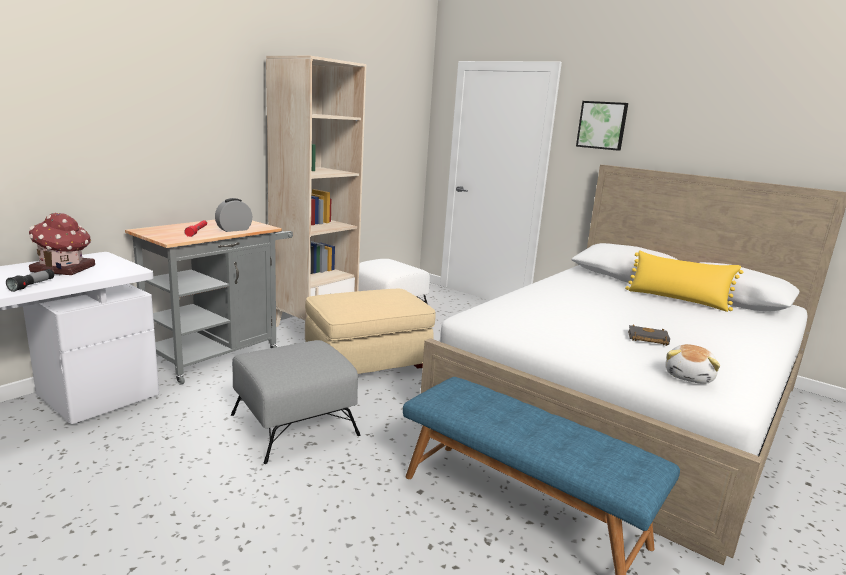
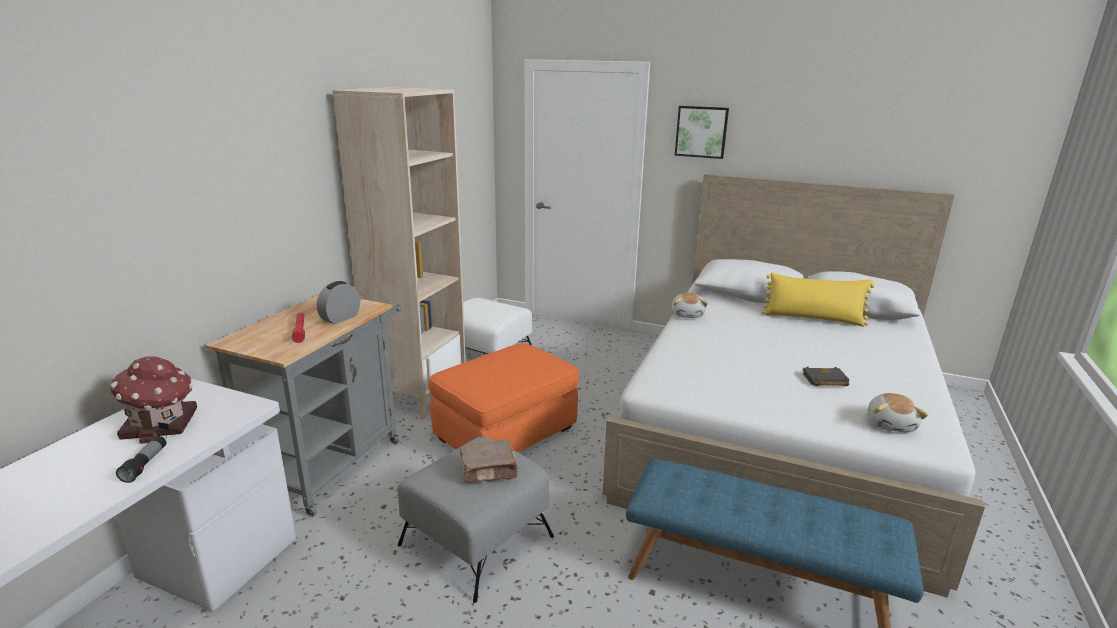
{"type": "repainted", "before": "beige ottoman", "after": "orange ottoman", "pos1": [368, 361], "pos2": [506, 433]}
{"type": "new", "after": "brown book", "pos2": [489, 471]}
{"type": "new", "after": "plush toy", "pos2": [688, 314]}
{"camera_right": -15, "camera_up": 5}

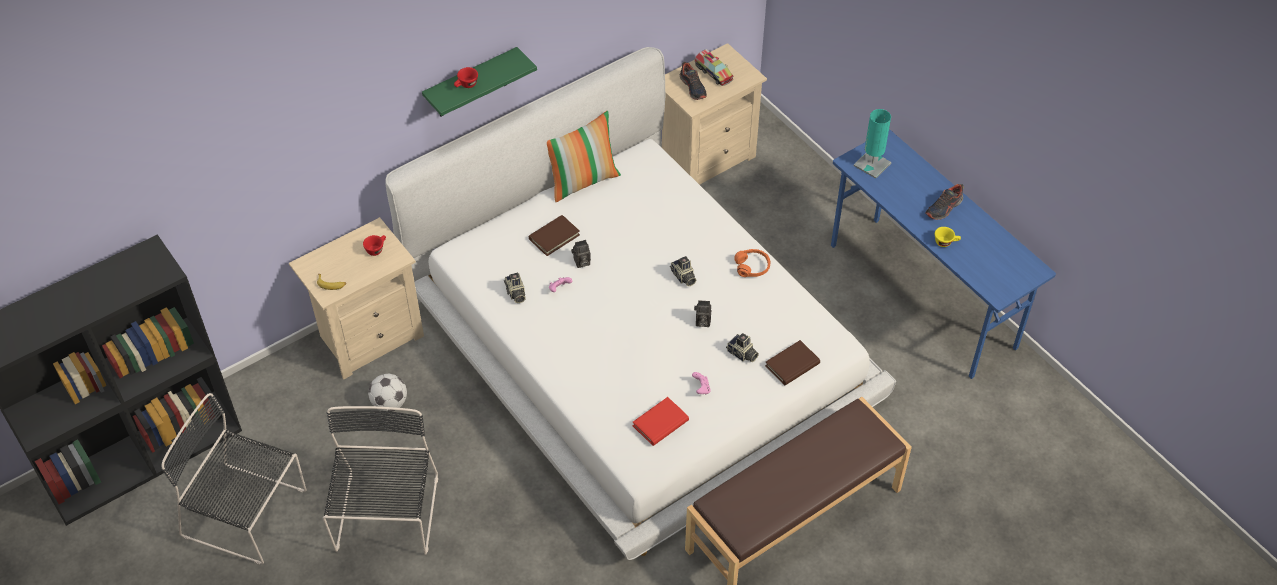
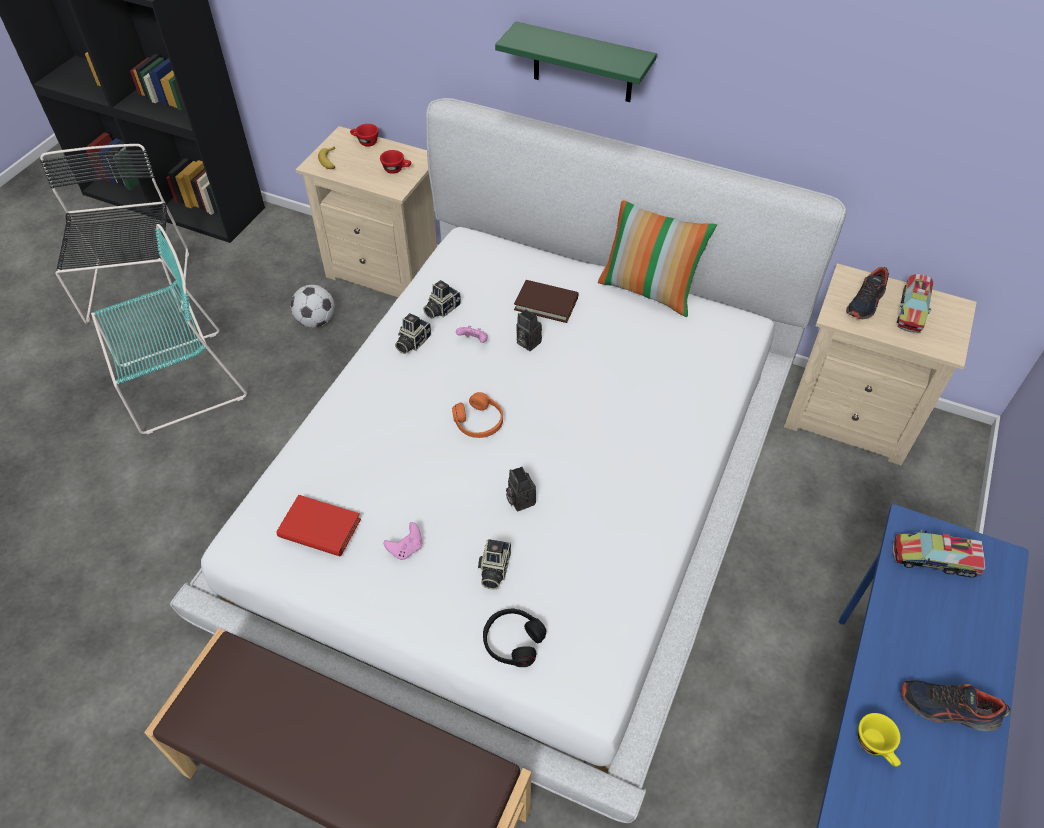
{"type": "repainted", "before": "black chair", "after": "turquoise chair", "pos1": [387, 517], "pos2": [177, 383]}
{"type": "shifted", "before": "red cup", "pos1": [466, 85], "pos2": [365, 142]}
{"type": "shifted", "before": "photo camera", "pos1": [683, 277], "pos2": [412, 342]}
{"type": "shifted", "before": "orange headphones", "pos1": [752, 267], "pos2": [479, 422]}
{"type": "swapped", "before": "brown book", "after": "black headphones", "pos1": [792, 365], "pos2": [513, 641]}
{"type": "swapped", "before": "turquoise table lamp", "after": "toy truck", "pos1": [872, 164], "pos2": [934, 559]}
{"camera_right": 60, "camera_up": 0}

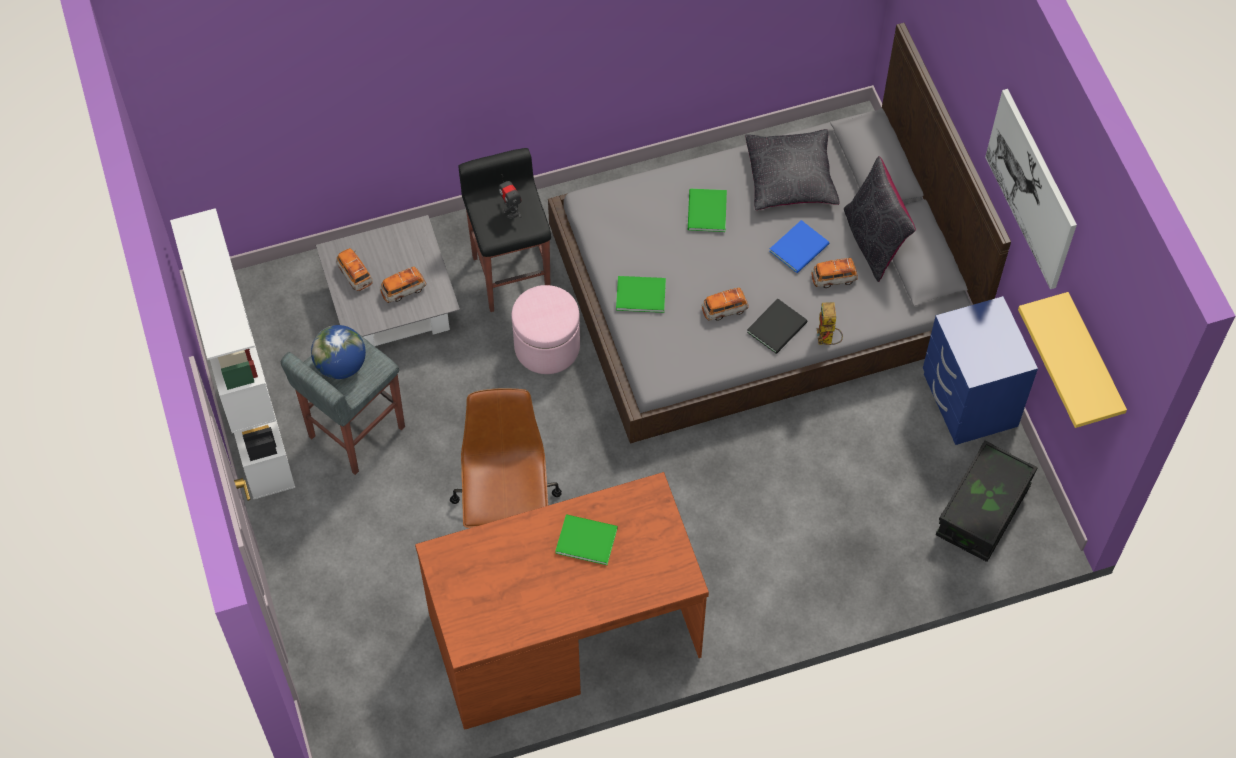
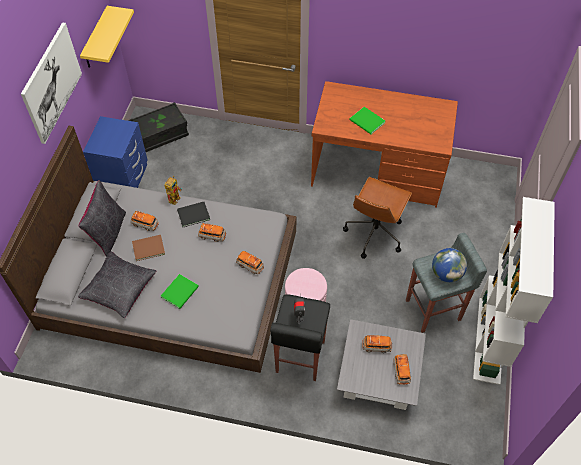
{"type": "repainted", "before": "blue book", "after": "brown book", "pos1": [801, 247], "pos2": [147, 248]}
{"type": "swapped", "before": "green book", "after": "toy car", "pos1": [639, 294], "pos2": [250, 266]}
{"camera_right": -150, "camera_up": -5}

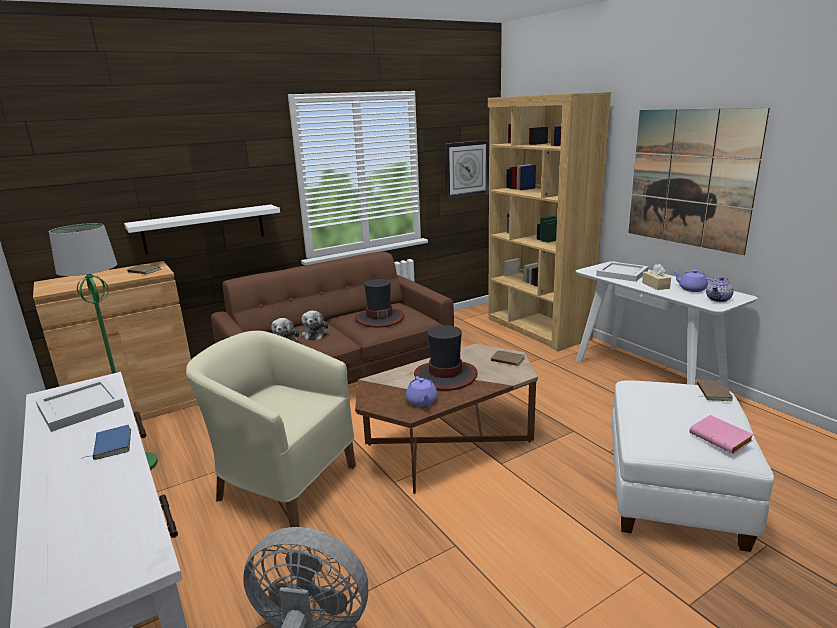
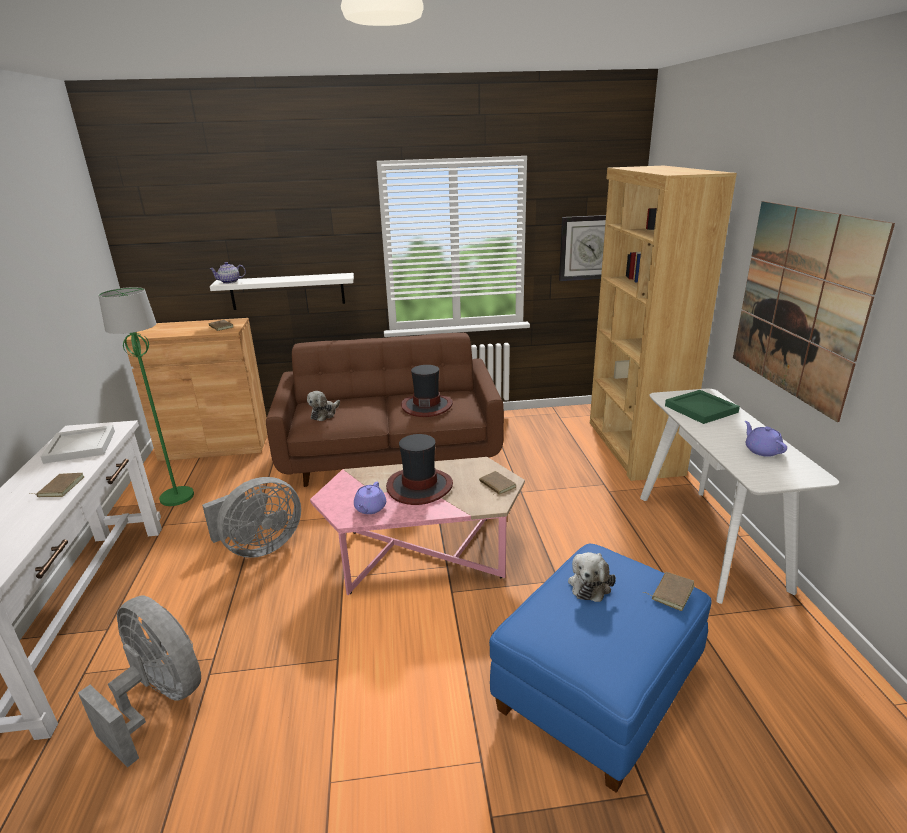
{"type": "repainted", "before": "blue book", "after": "brown book", "pos1": [111, 445], "pos2": [60, 487]}
{"type": "swapped", "before": "beige armchair", "after": "grey fan", "pos1": [283, 482], "pos2": [259, 547]}
{"type": "shifted", "before": "teapot", "pos1": [718, 299], "pos2": [230, 282]}
{"type": "repainted", "before": "brown coffee table", "after": "pink coffee table", "pos1": [448, 443], "pos2": [423, 553]}
{"type": "repainted", "before": "white ottoman", "after": "blue ottoman", "pos1": [674, 494], "pos2": [598, 691]}
{"type": "shifted", "before": "plush toy", "pos1": [315, 334], "pos2": [590, 584]}
{"type": "repainted", "before": "white tray", "after": "green tray", "pos1": [622, 274], "pos2": [701, 409]}
{"type": "gone", "before": "beige tissue box", "pos1": [655, 285]}
{"type": "gone", "before": "pink book", "pos1": [722, 438]}
{"camera_right": 25, "camera_up": 5}

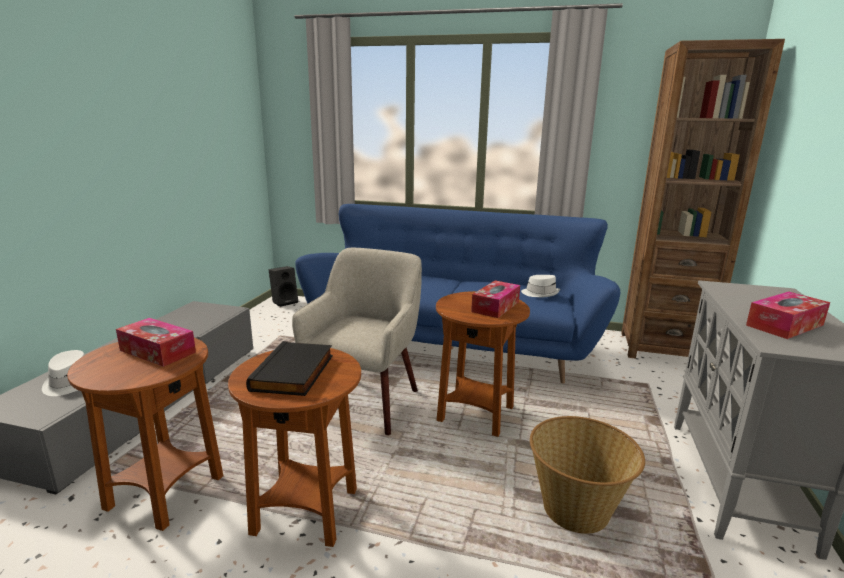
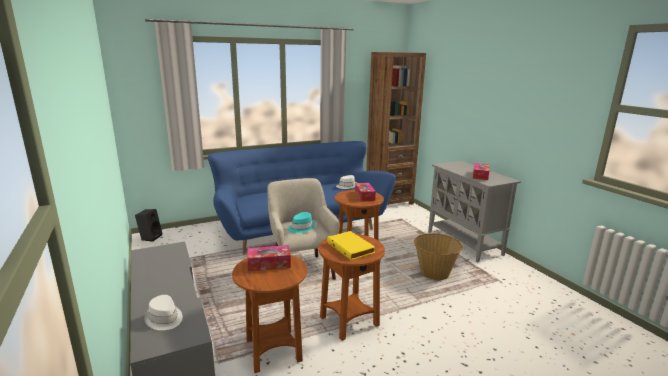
{"type": "new", "after": "turquoise hat", "pos2": [301, 227]}
{"type": "repainted", "before": "black book", "after": "yellow book", "pos1": [295, 373], "pos2": [351, 247]}
{"camera_right": -40, "camera_up": 0}

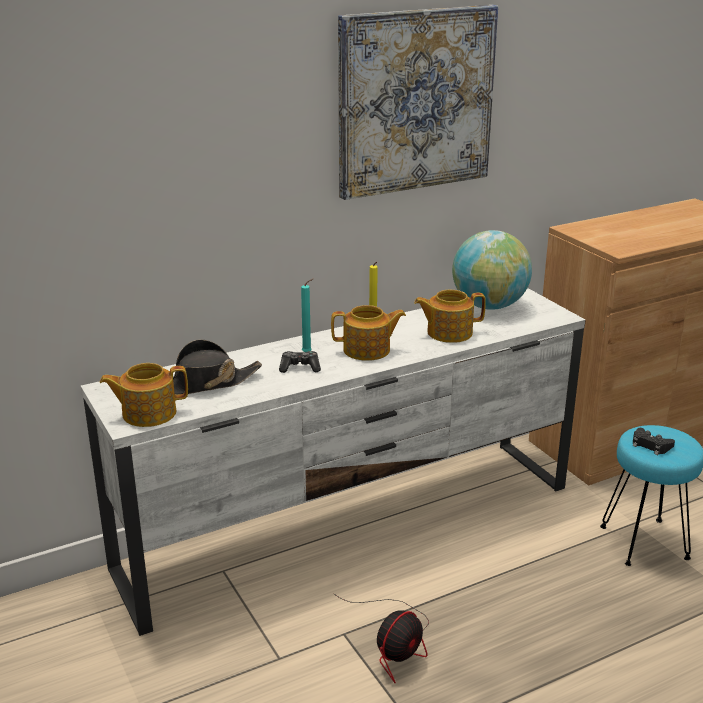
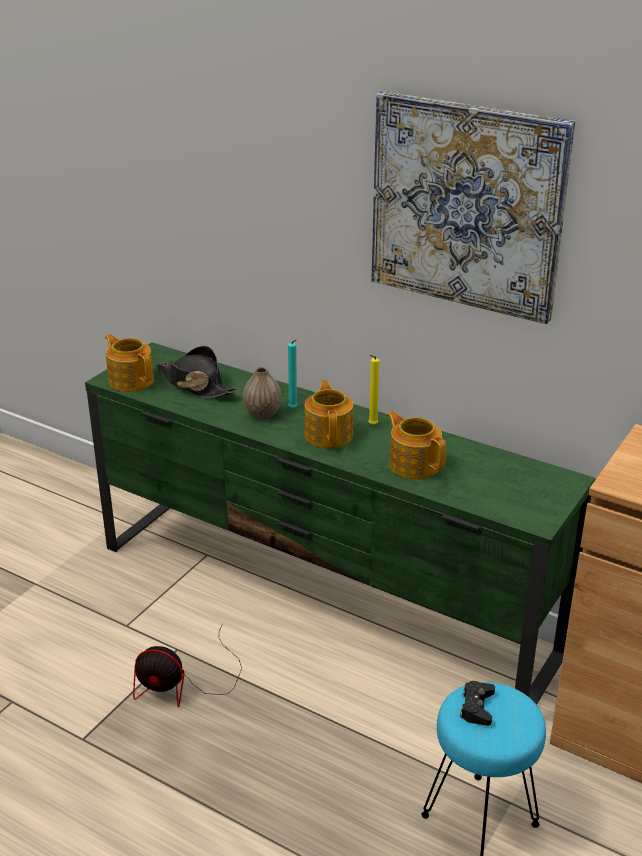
{"type": "repainted", "before": "white tv stand", "after": "green tv stand", "pos1": [353, 526], "pos2": [323, 600]}
{"type": "swapped", "before": "game controller", "after": "vase", "pos1": [300, 367], "pos2": [262, 414]}
{"type": "rotated", "before": "teapot", "pos1": [368, 350], "pos2": [329, 434], "turn": -150}
{"type": "gone", "before": "globe", "pos1": [489, 306]}
{"camera_right": 60, "camera_up": 5}

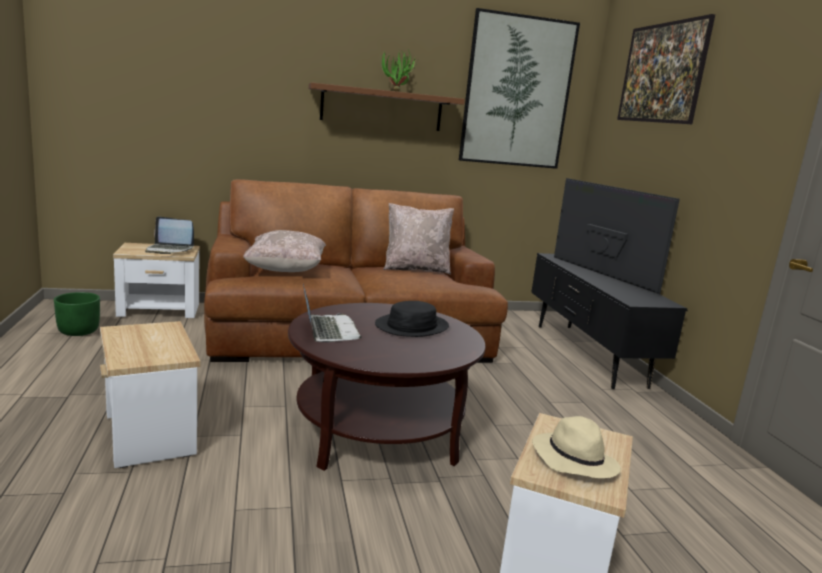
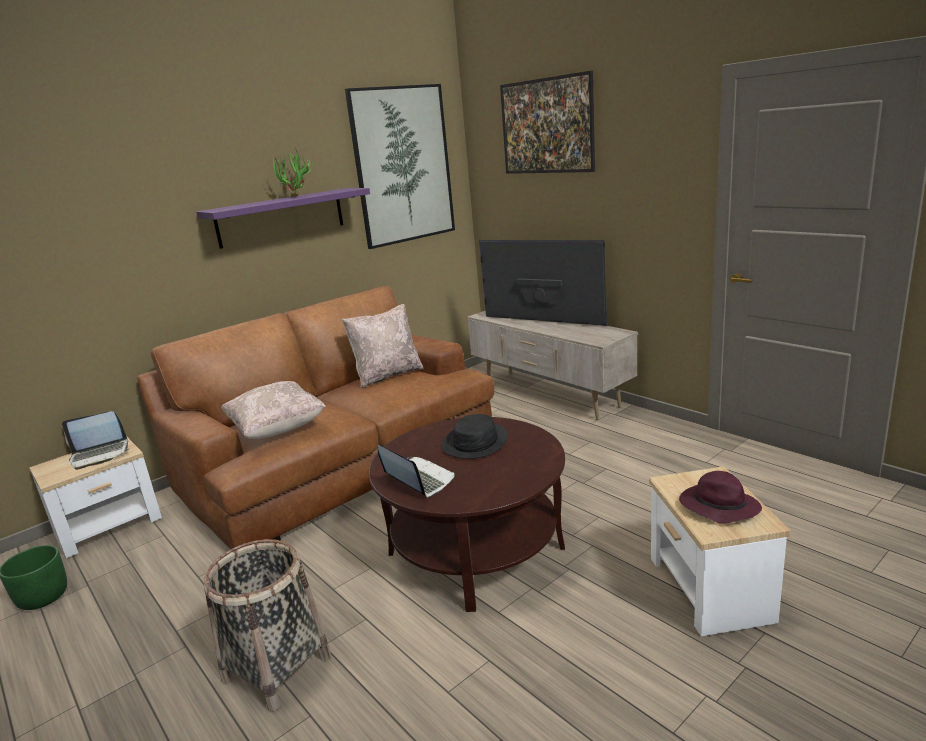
{"type": "repainted", "before": "brown shelf", "after": "purple shelf", "pos1": [382, 108], "pos2": [281, 217]}
{"type": "swapped", "before": "side table", "after": "basket", "pos1": [148, 434], "pos2": [277, 668]}
{"type": "repainted", "before": "black tv stand", "after": "beige tv stand", "pos1": [587, 354], "pos2": [549, 395]}
{"type": "repainted", "before": "beige hat", "after": "purple hat", "pos1": [573, 459], "pos2": [717, 507]}
{"camera_right": -25, "camera_up": 5}

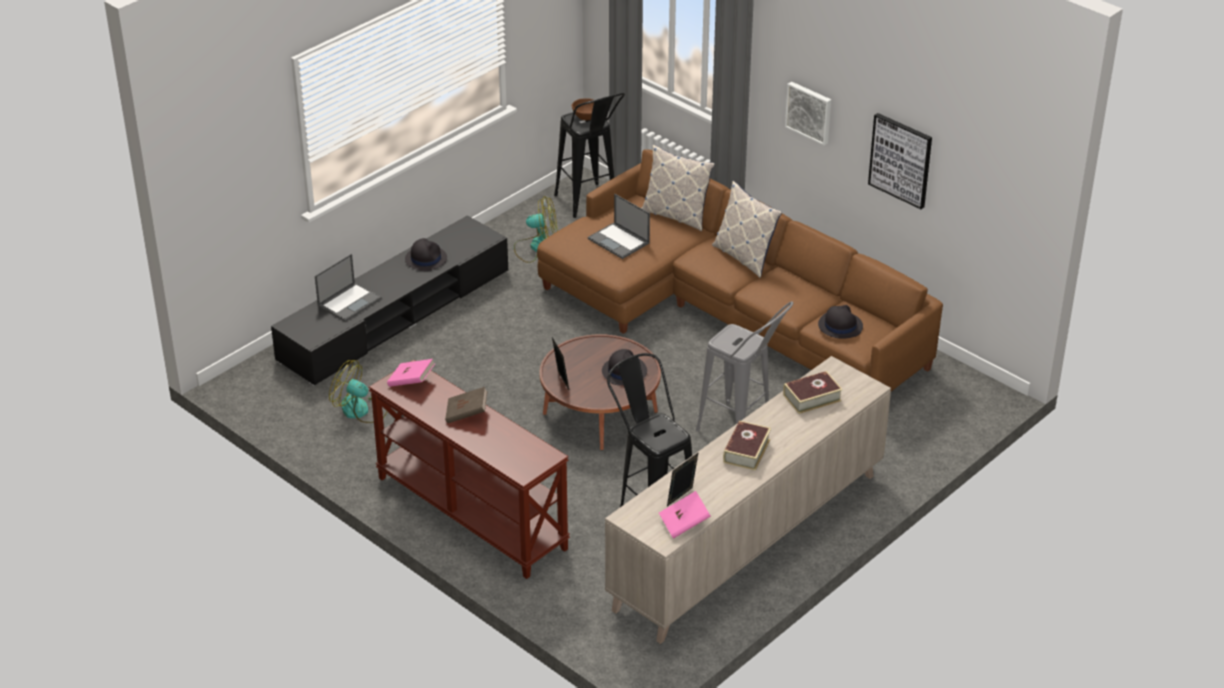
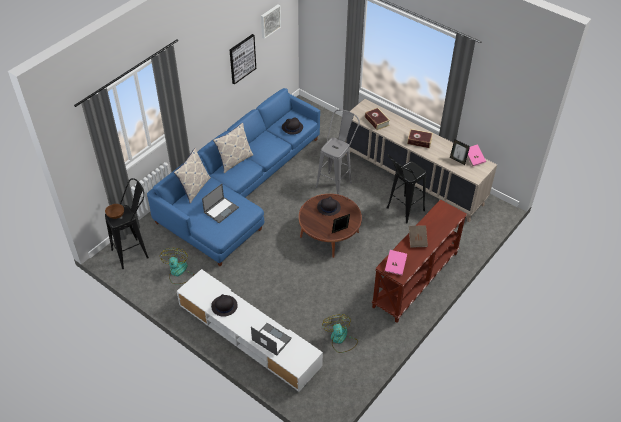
{"type": "repainted", "before": "brown sofa", "after": "blue sofa", "pos1": [726, 310], "pos2": [239, 190]}
{"type": "repainted", "before": "black tv stand", "after": "white tv stand", "pos1": [395, 315], "pos2": [248, 335]}
{"type": "shifted", "before": "picture", "pos1": [809, 112], "pos2": [270, 21]}
{"type": "rotated", "before": "fan", "pos1": [361, 410], "pos2": [340, 339], "turn": 150}
{"camera_right": -95, "camera_up": 10}

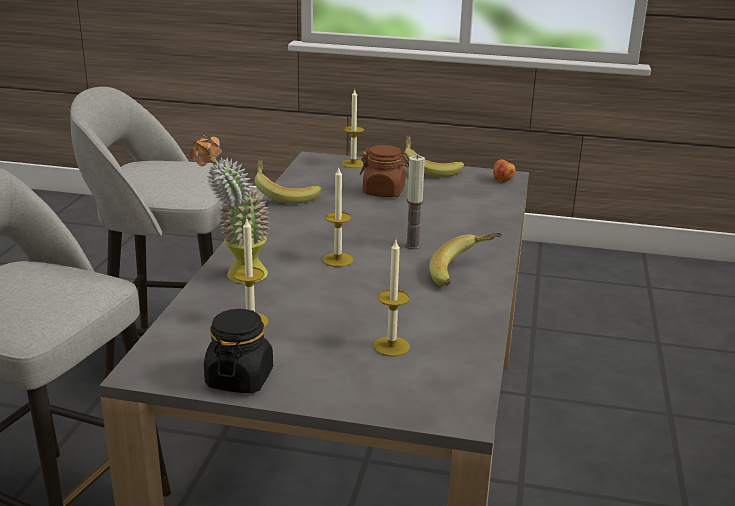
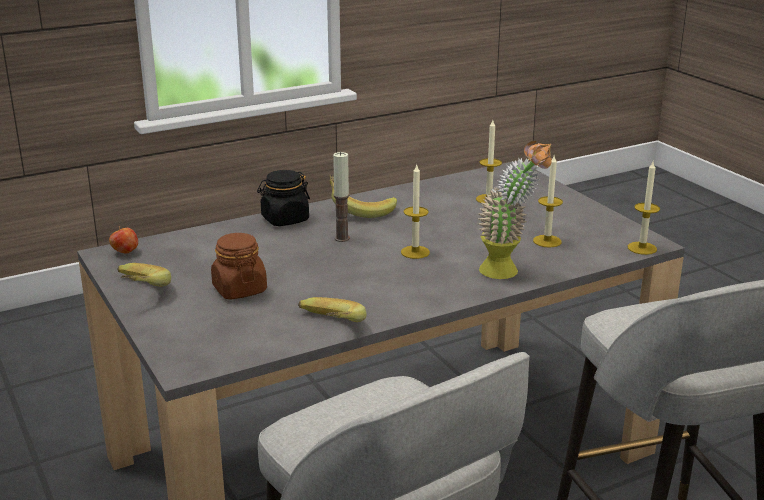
{"type": "shifted", "before": "black jar", "pos1": [239, 378], "pos2": [285, 219]}
{"type": "shifted", "before": "candle", "pos1": [353, 164], "pos2": [642, 248]}
{"camera_right": -130, "camera_up": 0}

